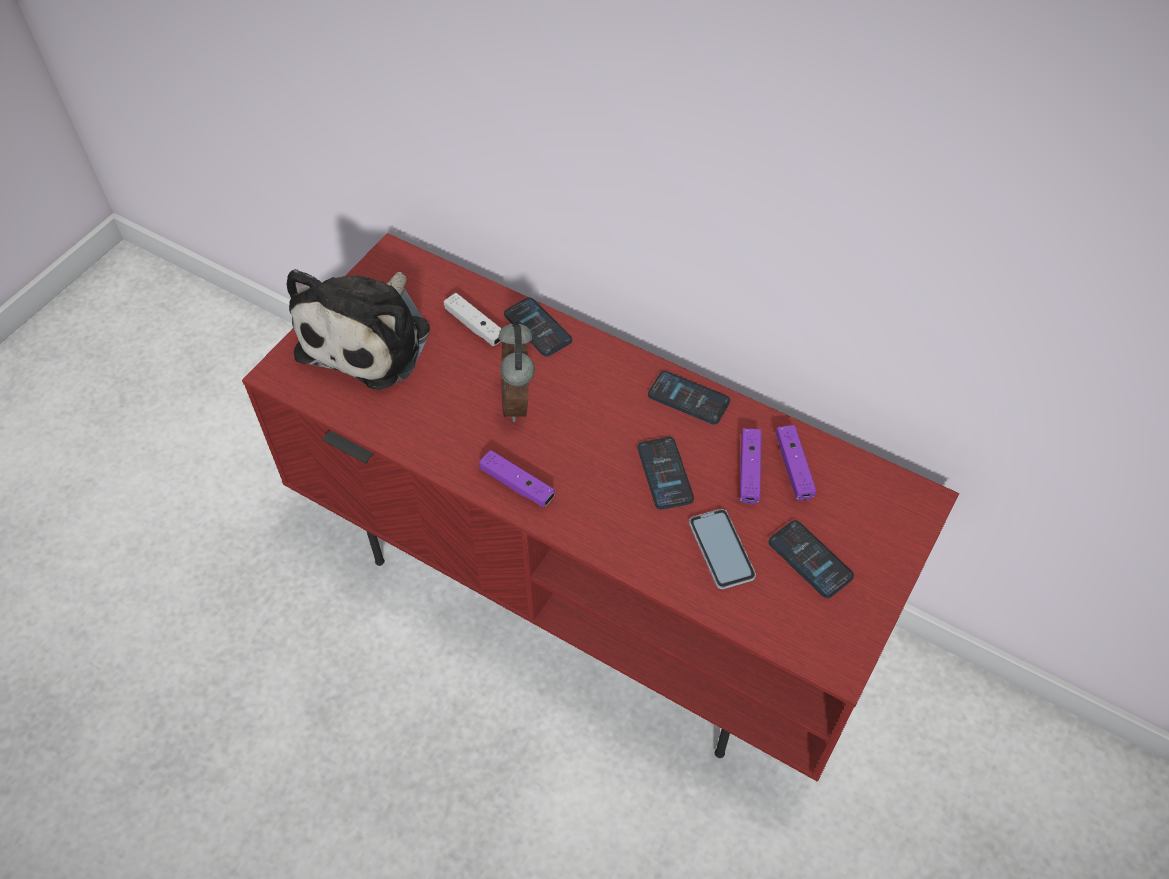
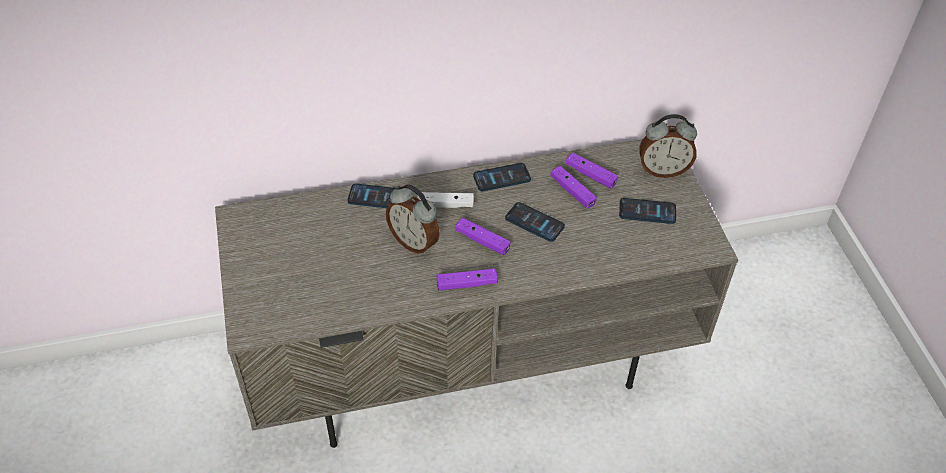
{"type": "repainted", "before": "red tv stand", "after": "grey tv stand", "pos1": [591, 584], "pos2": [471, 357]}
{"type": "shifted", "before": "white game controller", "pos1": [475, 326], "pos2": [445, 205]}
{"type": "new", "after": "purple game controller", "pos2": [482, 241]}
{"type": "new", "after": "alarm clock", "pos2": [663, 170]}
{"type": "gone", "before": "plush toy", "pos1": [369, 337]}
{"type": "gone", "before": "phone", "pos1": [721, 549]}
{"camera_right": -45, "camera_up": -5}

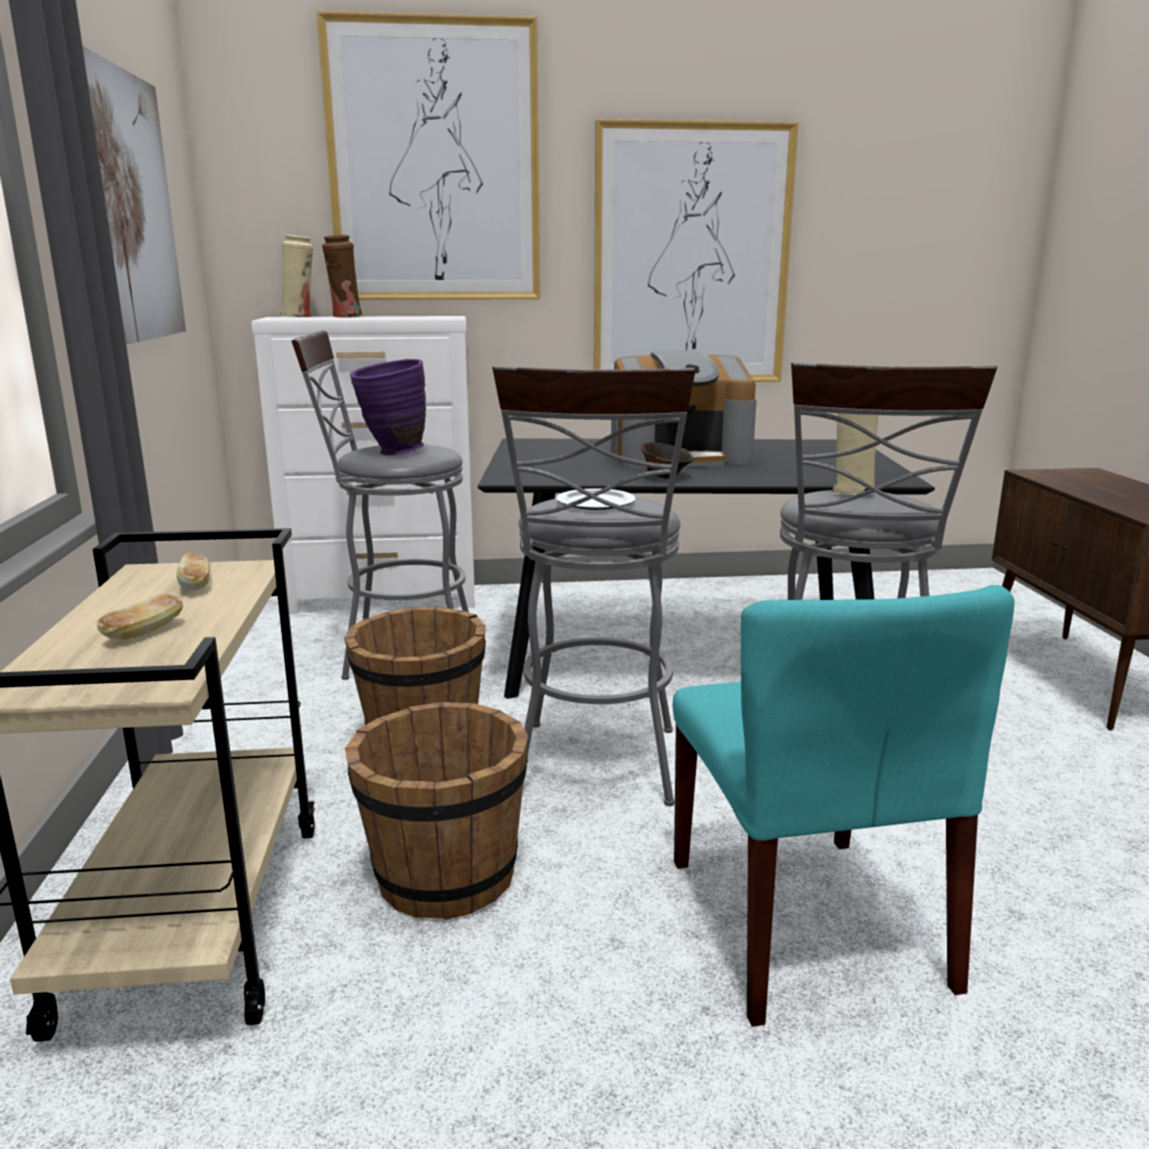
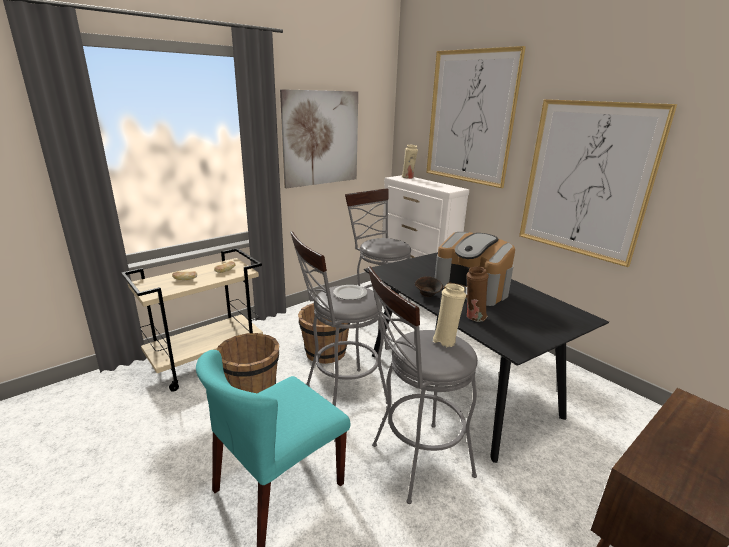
{"type": "shifted", "before": "brown vase", "pos1": [345, 317], "pos2": [474, 317]}
{"type": "gone", "before": "purple vase", "pos1": [391, 453]}
{"camera_right": 55, "camera_up": 5}

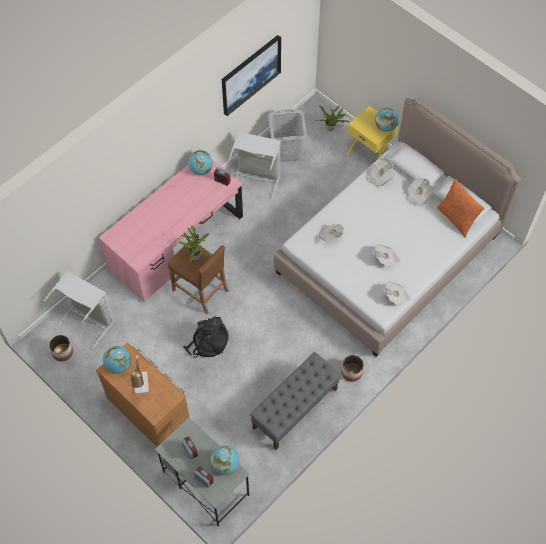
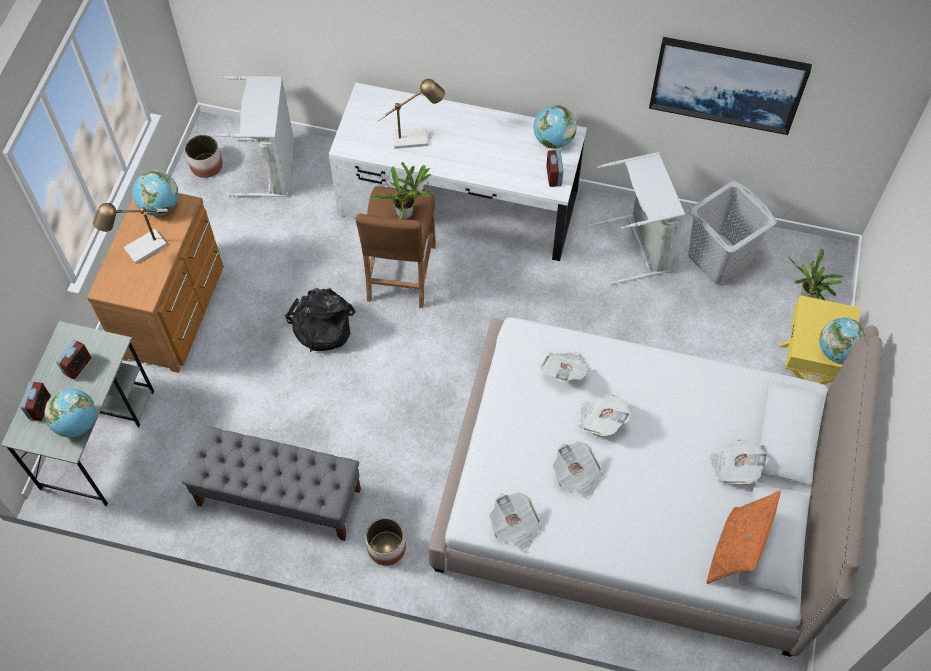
{"type": "repainted", "before": "pink desk", "after": "white desk", "pos1": [176, 242], "pos2": [458, 203]}
{"type": "new", "after": "table lamp", "pos2": [415, 138]}
{"type": "shifted", "before": "newspaper", "pos1": [379, 178], "pos2": [601, 420]}
{"camera_right": 60, "camera_up": 0}

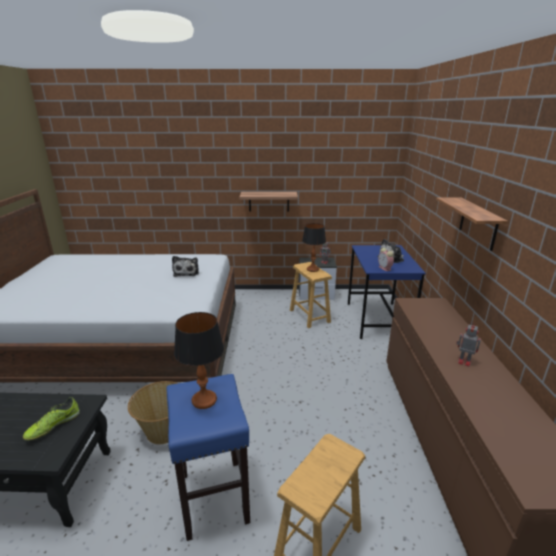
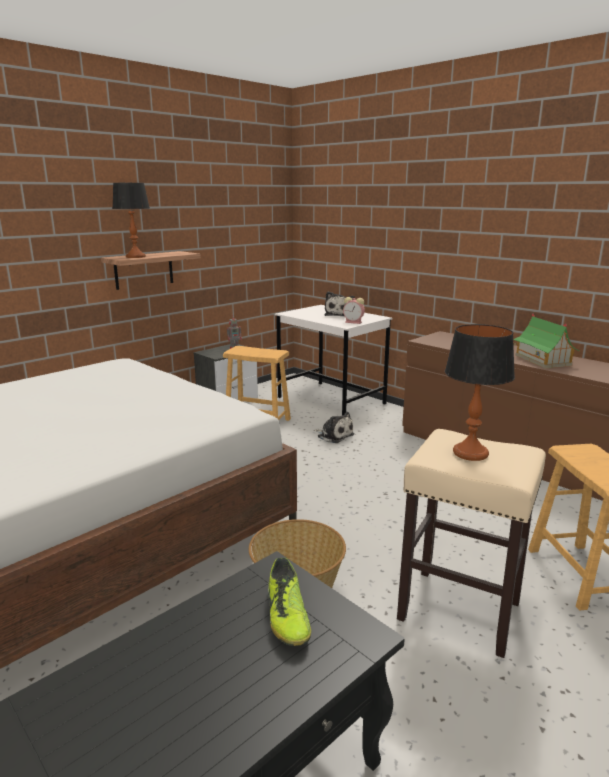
{"type": "shifted", "before": "table lamp", "pos1": [312, 269], "pos2": [136, 257]}
{"type": "repainted", "before": "blue desk", "after": "white desk", "pos1": [378, 320], "pos2": [331, 401]}
{"type": "shifted", "before": "plush toy", "pos1": [186, 272], "pos2": [334, 435]}
{"type": "repainted", "before": "blue stool", "after": "beige stool", "pos1": [214, 498], "pos2": [461, 611]}
{"type": "swapped", "before": "toy robot", "after": "toy house", "pos1": [463, 361], "pos2": [542, 360]}
{"type": "gone", "before": "shelf", "pos1": [478, 223]}
{"camera_right": -45, "camera_up": -5}

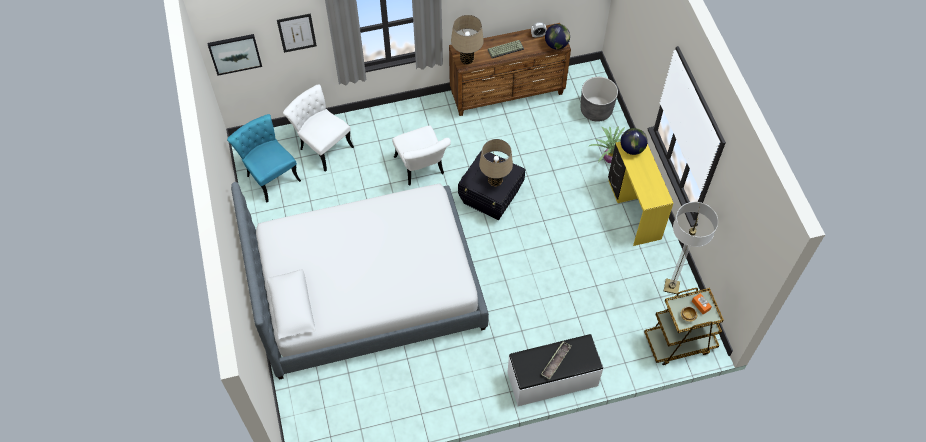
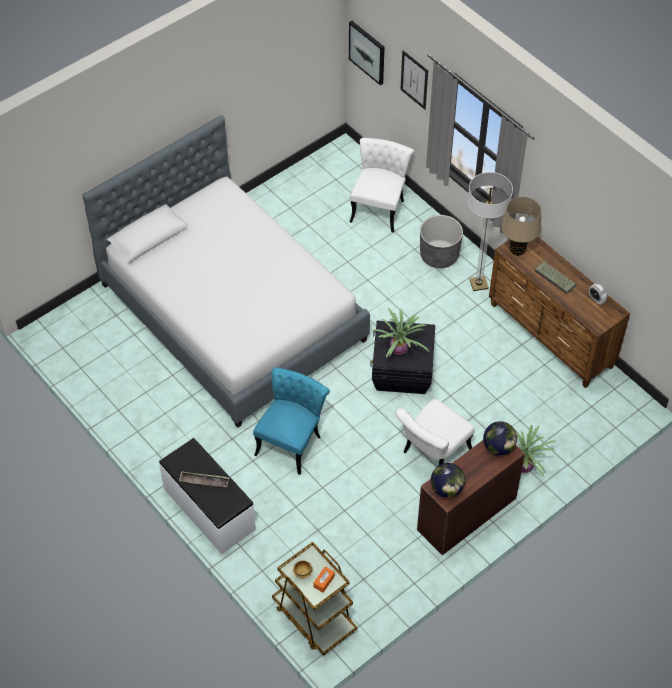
{"type": "shifted", "before": "turquoise chair", "pos1": [270, 175], "pos2": [292, 440]}
{"type": "swapped", "before": "beige table lamp", "after": "potted plant", "pos1": [495, 180], "pos2": [399, 350]}
{"type": "shifted", "before": "white chair", "pos1": [421, 169], "pos2": [432, 455]}
{"type": "repainted", "before": "yellow desk", "after": "brown desk", "pos1": [633, 210], "pos2": [466, 513]}
{"type": "shifted", "before": "grey planter", "pos1": [596, 110], "pos2": [439, 255]}
{"type": "shifted", "before": "globe", "pos1": [556, 45], "pos2": [446, 489]}
{"type": "shifted", "before": "floor lamp", "pos1": [671, 287], "pos2": [478, 284]}
{"camera_right": 65, "camera_up": -5}

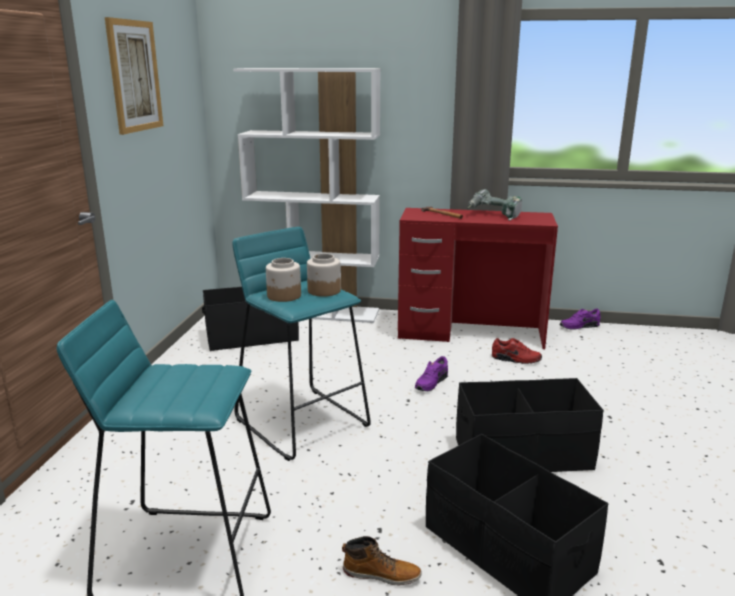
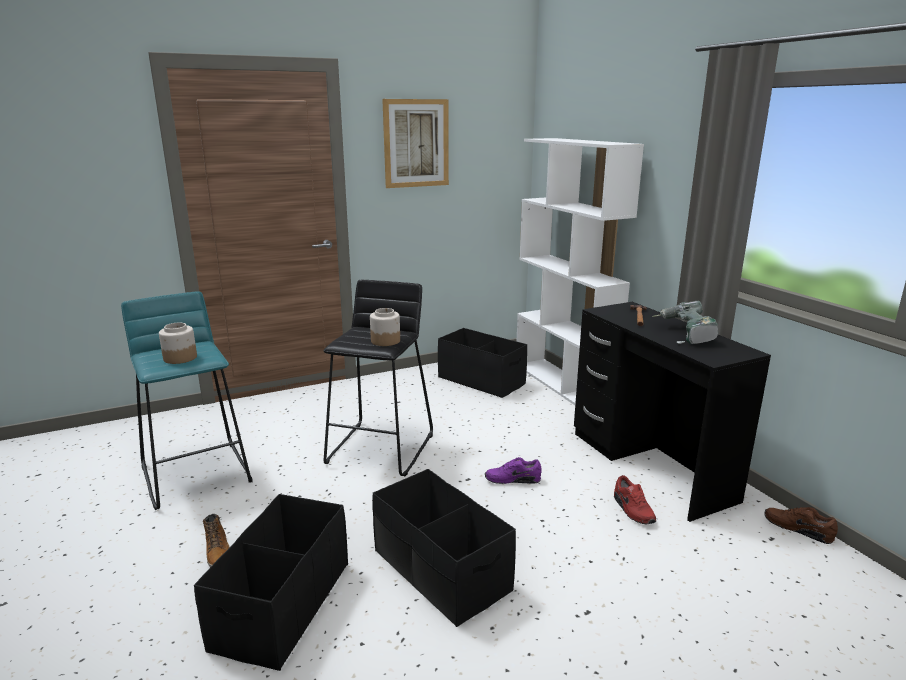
{"type": "shifted", "before": "jar", "pos1": [284, 296], "pos2": [180, 358]}
{"type": "repainted", "before": "turquoise stool", "after": "black stool", "pos1": [302, 422], "pos2": [381, 448]}
{"type": "repainted", "before": "red desk", "after": "black desk", "pos1": [470, 333], "pos2": [650, 465]}
{"type": "repainted", "before": "purple shoe", "after": "brown shoe", "pos1": [578, 326], "pos2": [798, 529]}
{"camera_right": 55, "camera_up": 0}

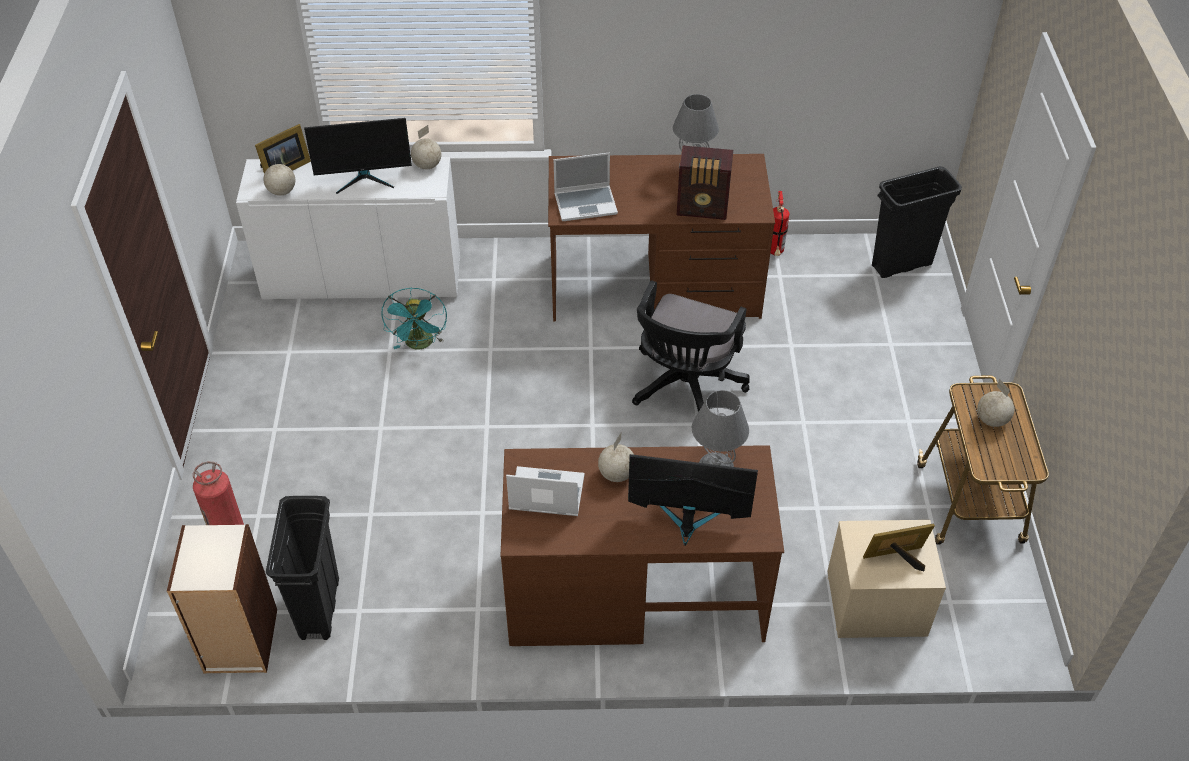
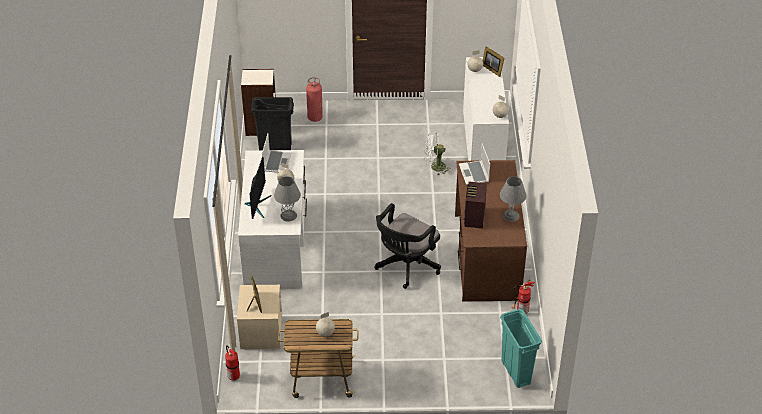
{"type": "new", "after": "fire extinguisher", "pos2": [233, 376]}
{"type": "repainted", "before": "brown desk", "after": "white desk", "pos1": [634, 591], "pos2": [276, 245]}
{"type": "rotated", "before": "black office chair", "pos1": [684, 389], "pos2": [405, 266], "turn": -75}
{"type": "repainted", "before": "turquoise fan", "after": "white fan", "pos1": [420, 344], "pos2": [434, 167]}
{"type": "repainted", "before": "black trash can", "after": "turquoise trash can", "pos1": [902, 264], "pos2": [516, 372]}
{"type": "gone", "before": "monitor", "pos1": [365, 179]}
{"camera_right": 90, "camera_up": -5}

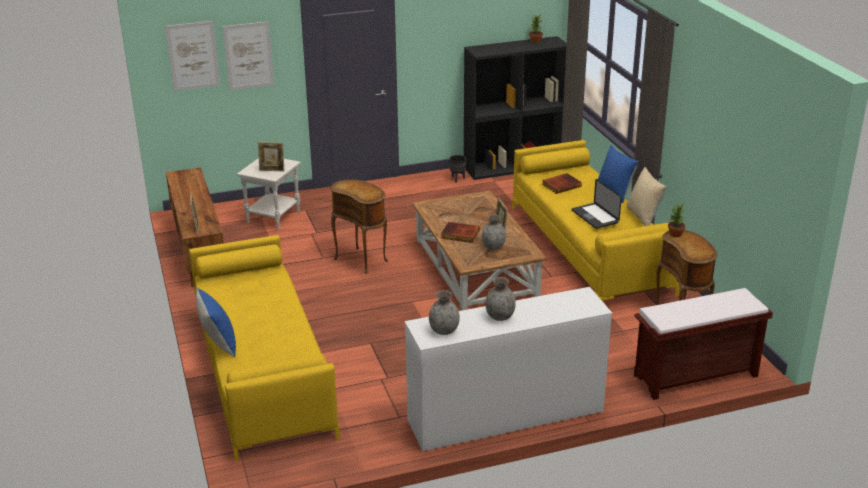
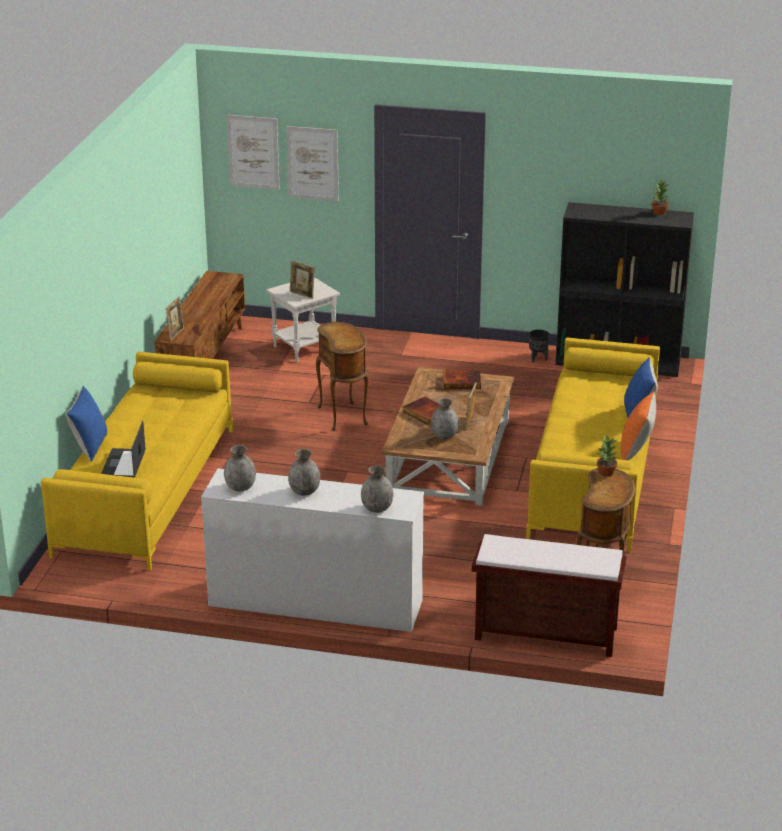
{"type": "shifted", "before": "laptop", "pos1": [595, 217], "pos2": [123, 465]}
{"type": "new", "after": "grey vase", "pos2": [376, 508]}
{"type": "shifted", "before": "book", "pos1": [561, 185], "pos2": [462, 381]}
{"type": "repainted", "before": "beige pillow", "after": "orange pillow", "pos1": [643, 217], "pos2": [636, 451]}
{"camera_right": 30, "camera_up": 0}

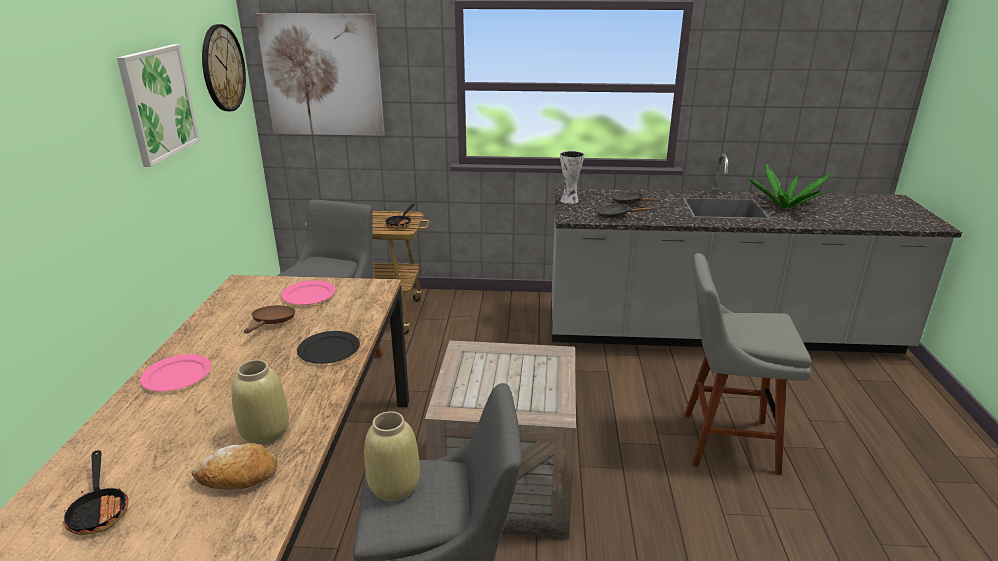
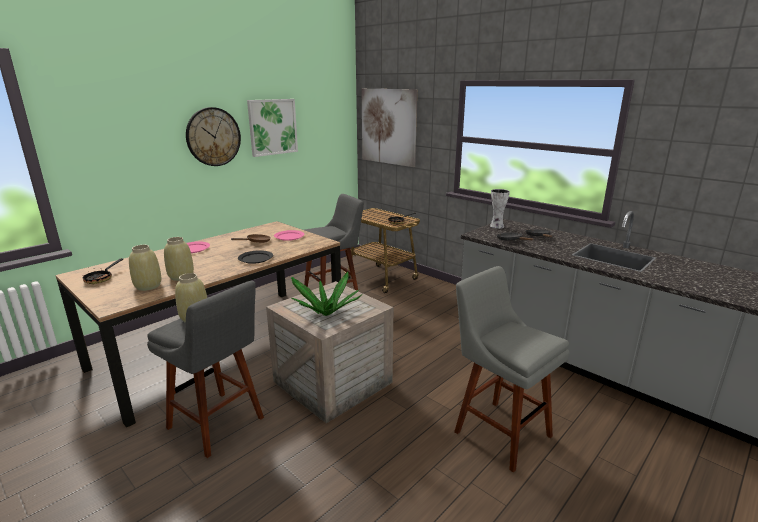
{"type": "swapped", "before": "bread", "after": "beige vase", "pos1": [238, 477], "pos2": [147, 286]}
{"type": "shifted", "before": "wall clock", "pos1": [223, 68], "pos2": [213, 137]}
{"type": "shifted", "before": "potted plant", "pos1": [784, 206], "pos2": [326, 312]}
{"camera_right": 40, "camera_up": -5}

